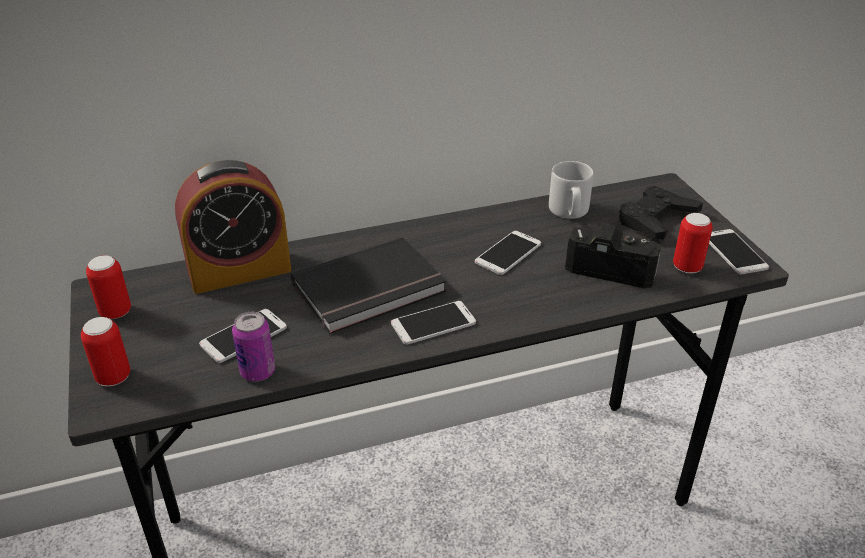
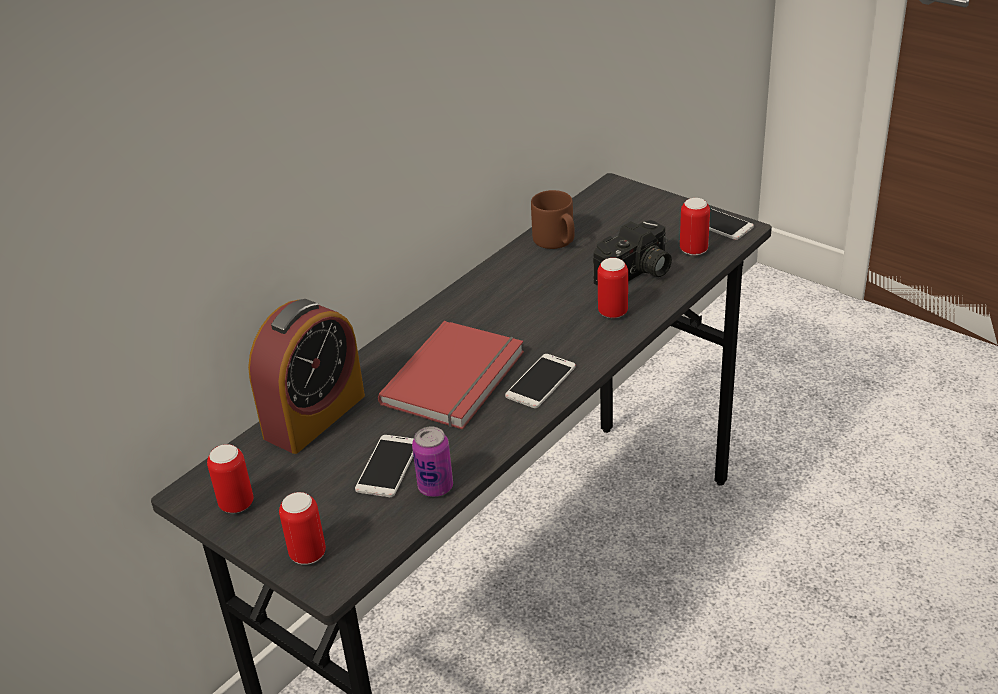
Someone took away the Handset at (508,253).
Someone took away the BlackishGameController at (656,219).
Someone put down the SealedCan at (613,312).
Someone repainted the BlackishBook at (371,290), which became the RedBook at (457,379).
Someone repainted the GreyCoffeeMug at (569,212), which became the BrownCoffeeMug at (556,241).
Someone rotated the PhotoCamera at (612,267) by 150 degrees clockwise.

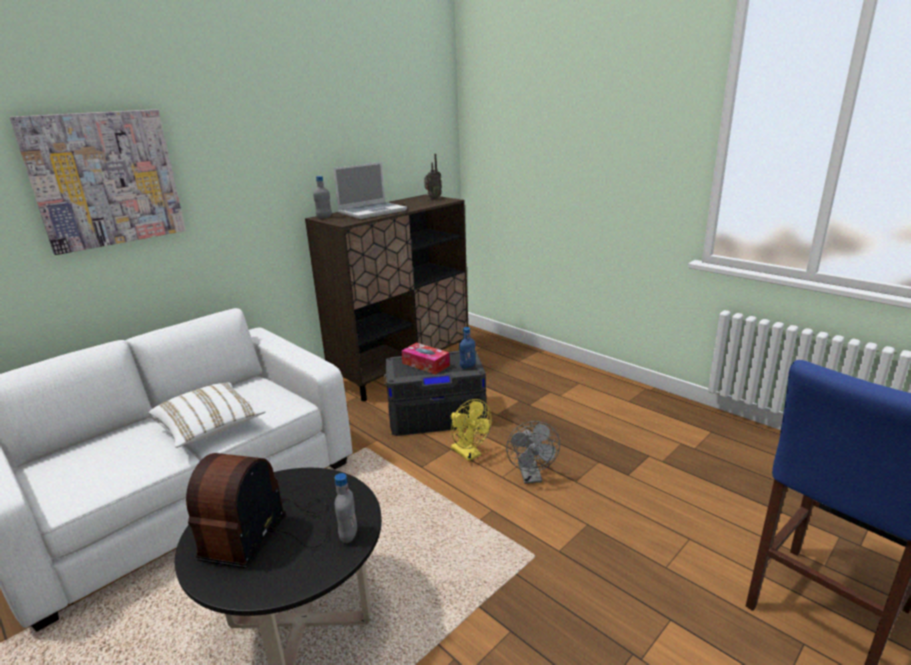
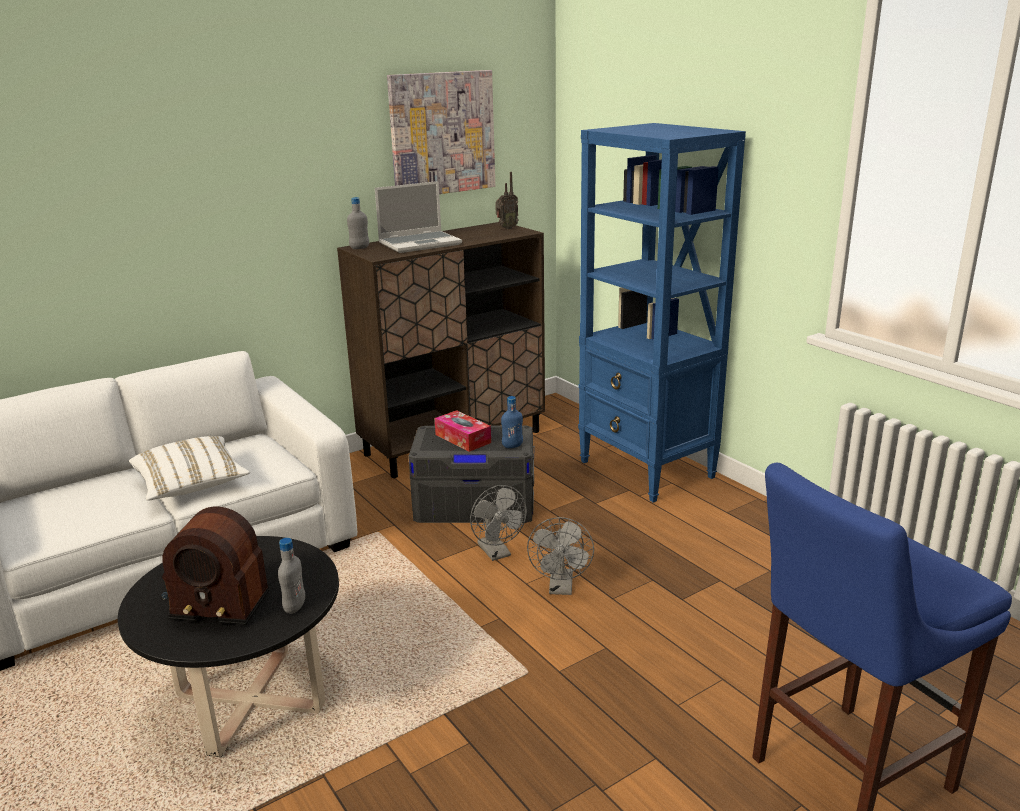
Someone put down the BlueColouredShelvingUnit at (647,470).
Someone carried the WallArt from (106,179) to (442,133).
Someone repainted the YellowishFan at (469,454), which became the GreyFan at (497,553).
Someone rotated the RadioReceiver at (268,531) by 105 degrees counterclockwise.

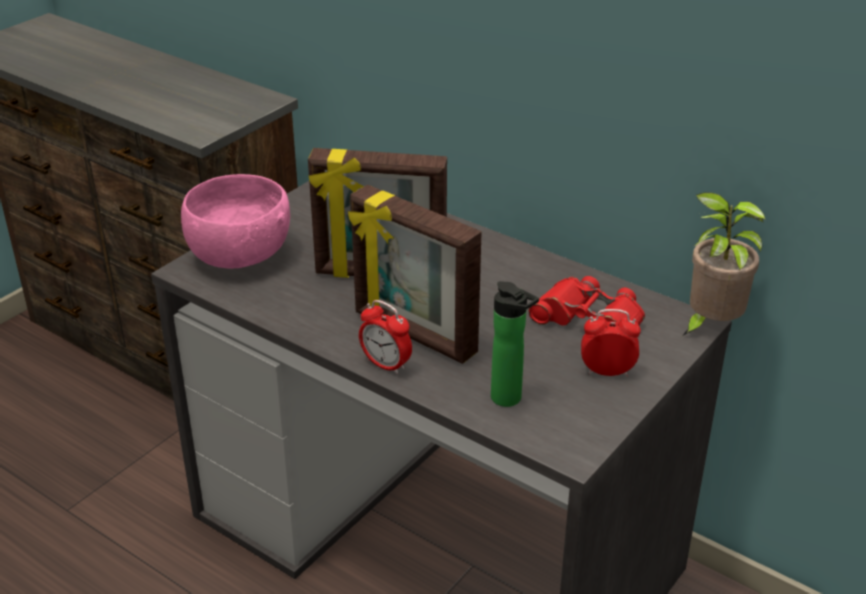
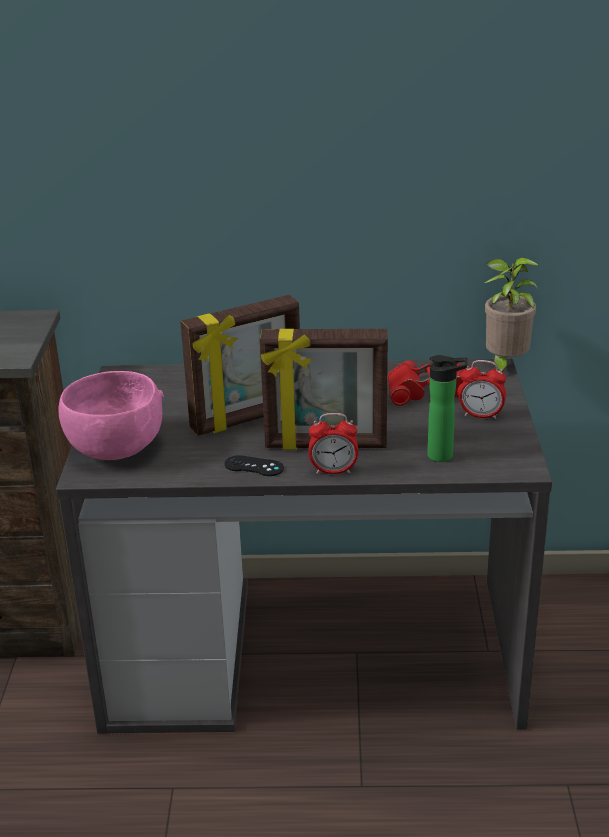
Someone put down the BlackishGameController at (254,466).
Someone rotated the TableClock at (607,372) by 135 degrees counterclockwise.

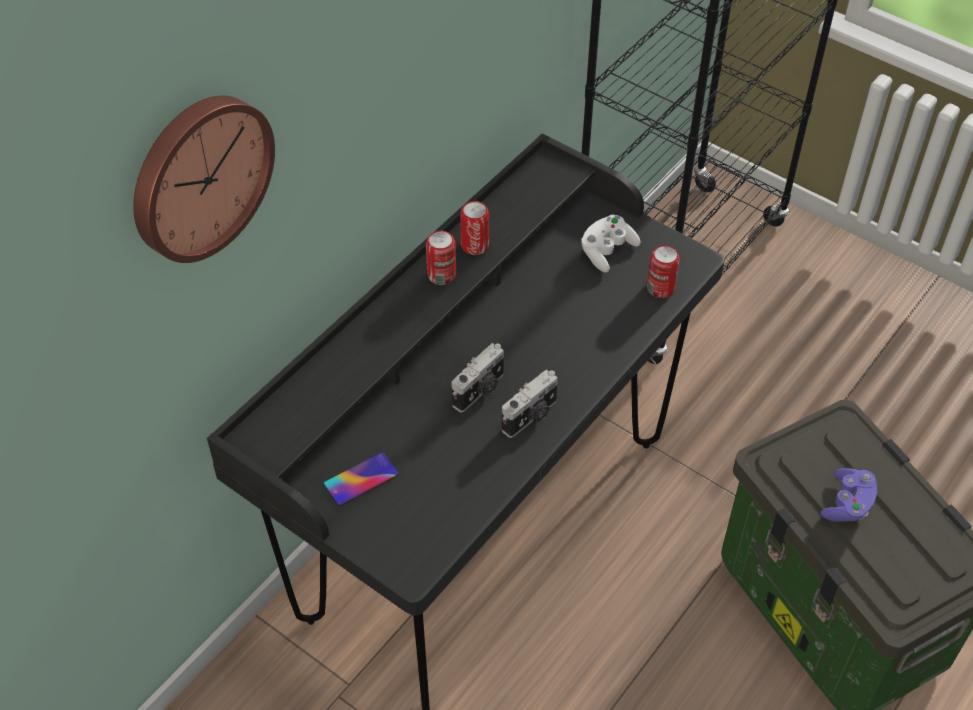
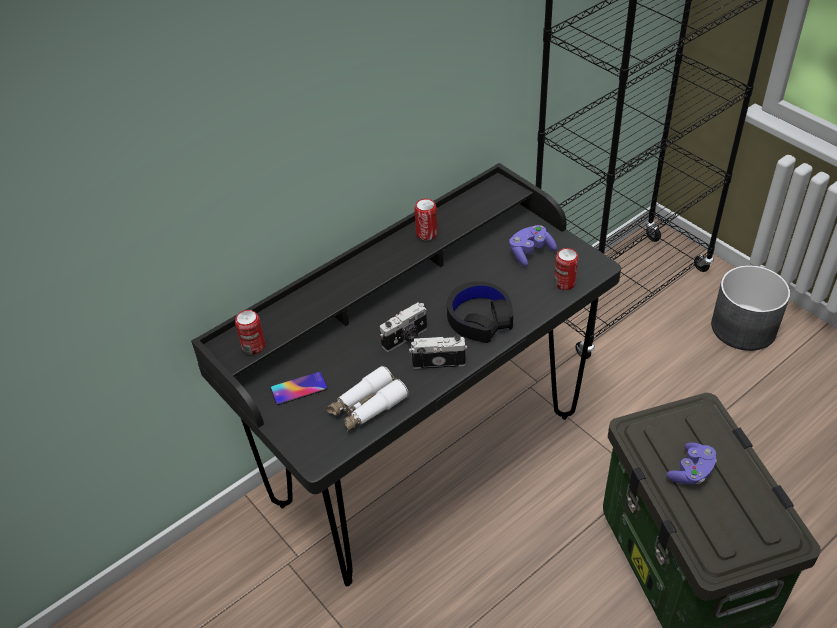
Someone took away the WallClock at (199,176).
Someone put down the WhiteFieldGlasses at (367,406).
Someone put down the BlackishHeadphones at (479,318).
Someone put down the GreyFlowerPot at (744,327).
Someone carried the SealedCan from (441,275) to (253,346).
Someone repainted the WhiteGameController at (607,251), which became the PurpleColouredGameController at (530,252).
Someone rotated the PhotoCamera at (531,416) by 150 degrees counterclockwise.

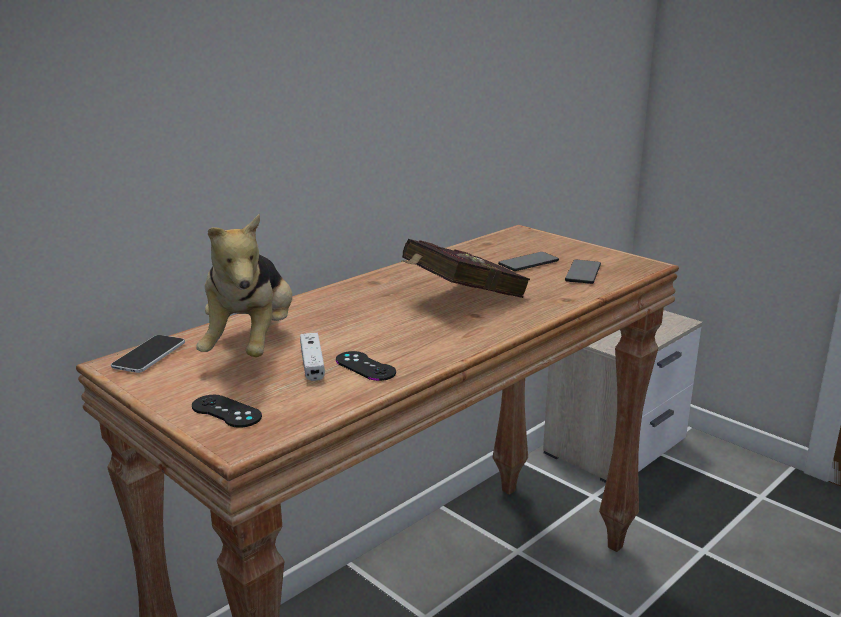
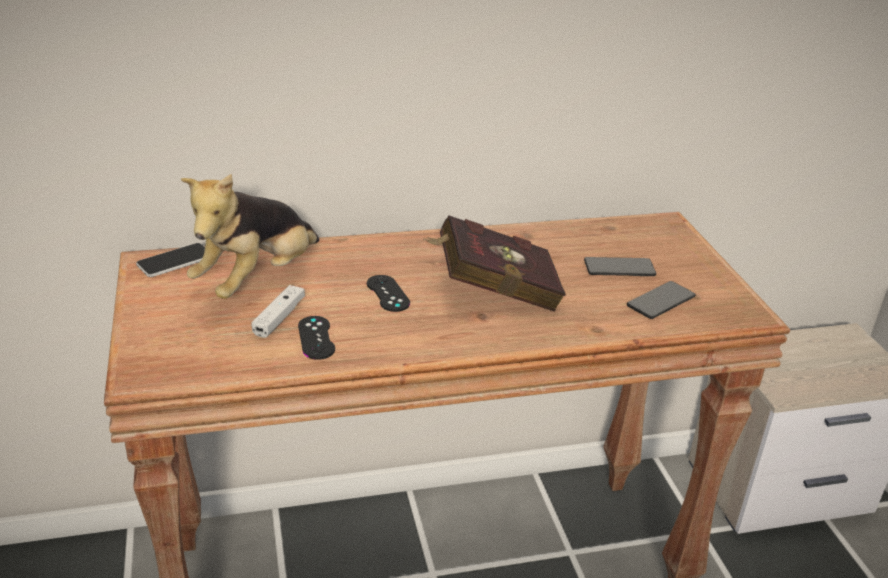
Someone carried the BlackishGameController from (226,411) to (388,293).

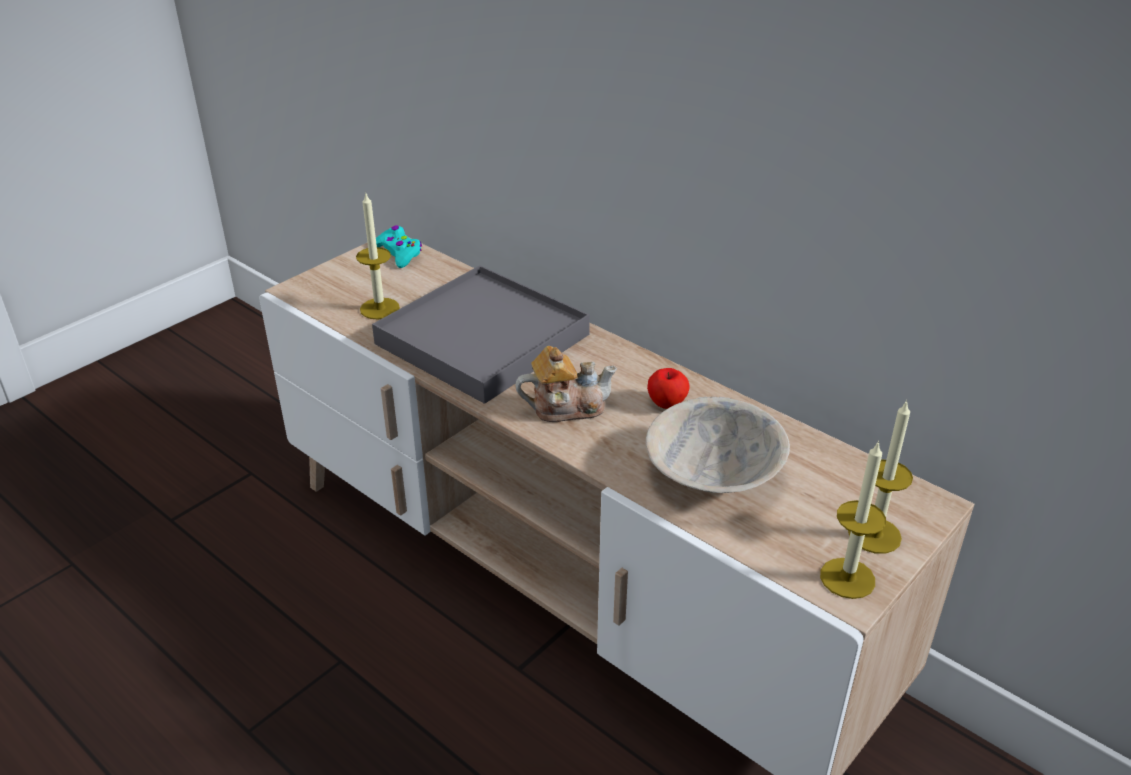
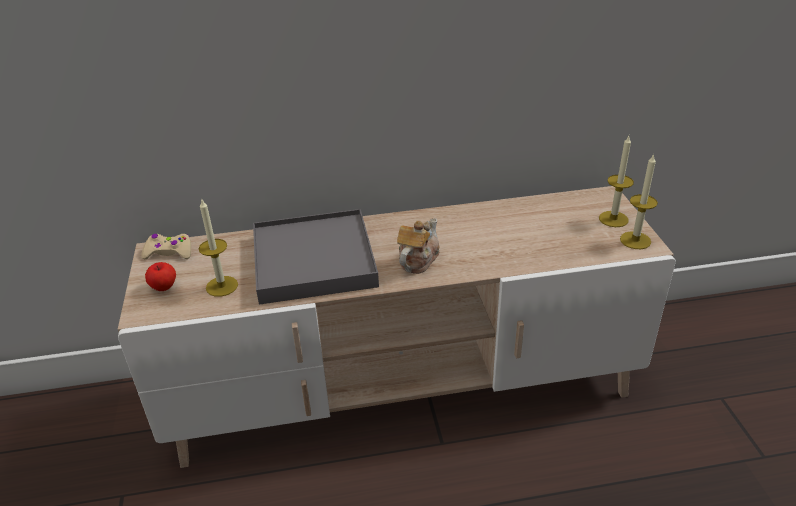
Someone took away the SandColouredDeepDish at (714,473).
Someone carried the AppleFruit from (667,403) to (164,287).
Someone repainted the BlueGreenGameController at (399,253), which became the SandColouredGameController at (169,252).

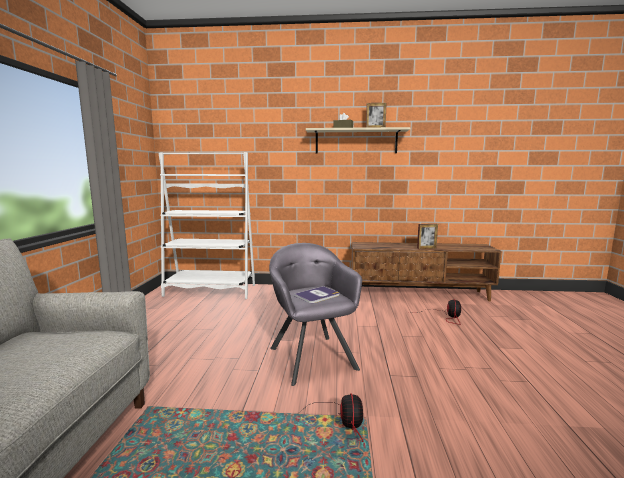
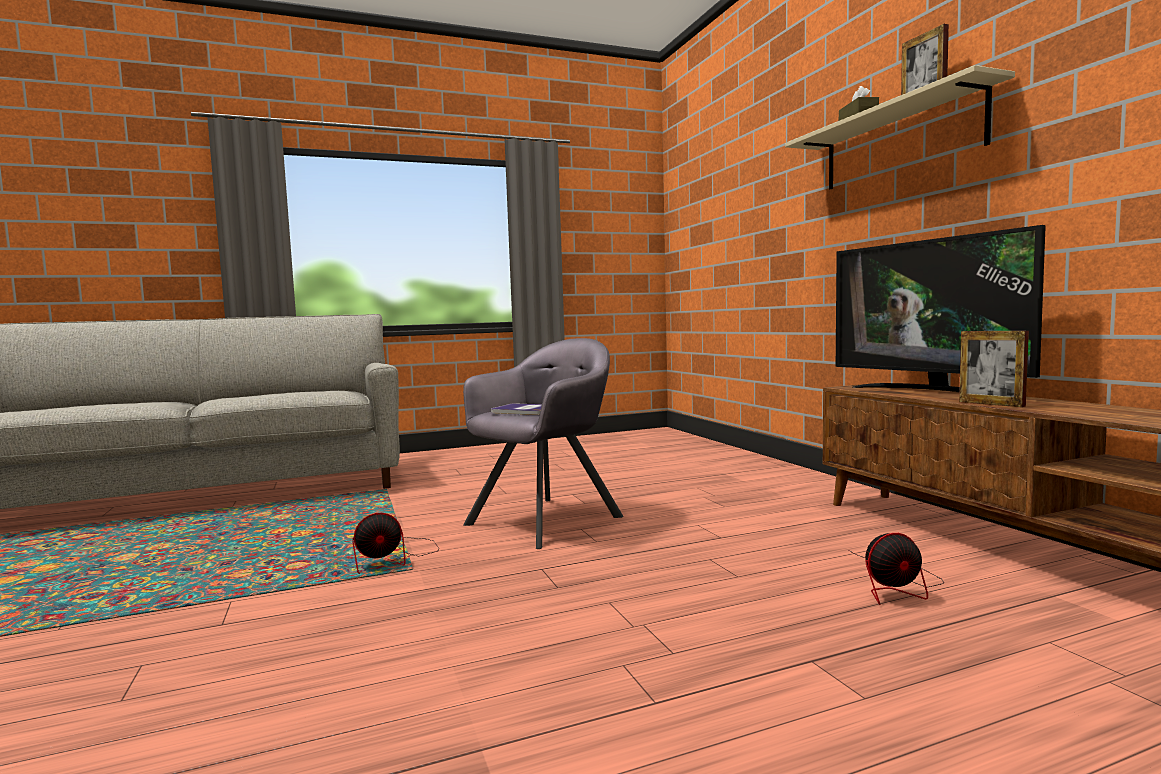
Someone took away the WhiteShelvingUnit at (210,291).
Someone put down the Television at (928,391).

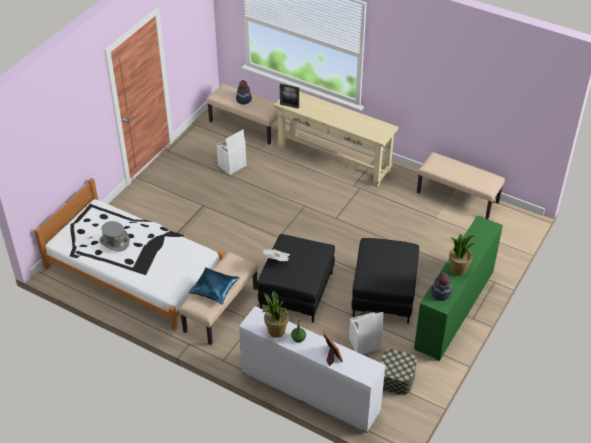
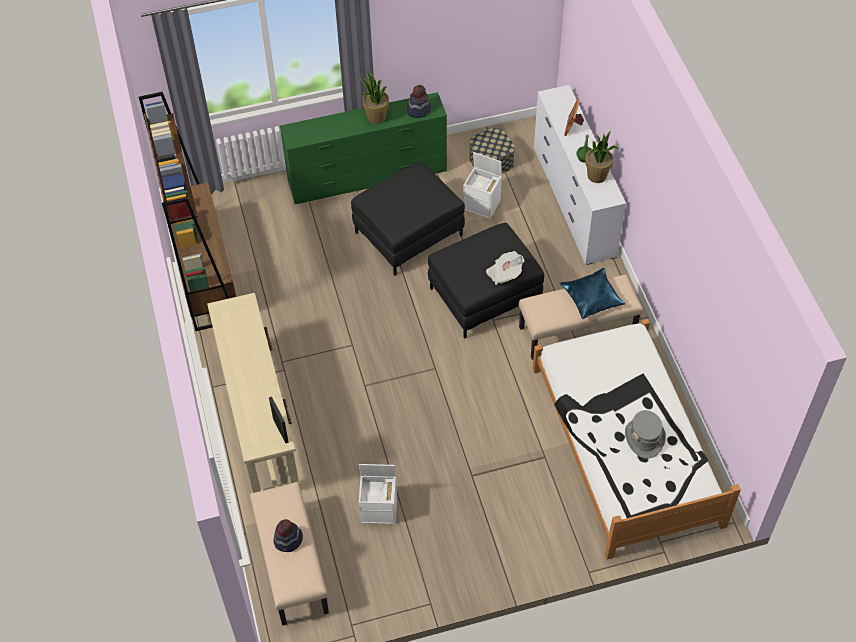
Someone swapped the SandColouredLongSeat at (458,197) for the BrownShelvingUnit at (205,273).

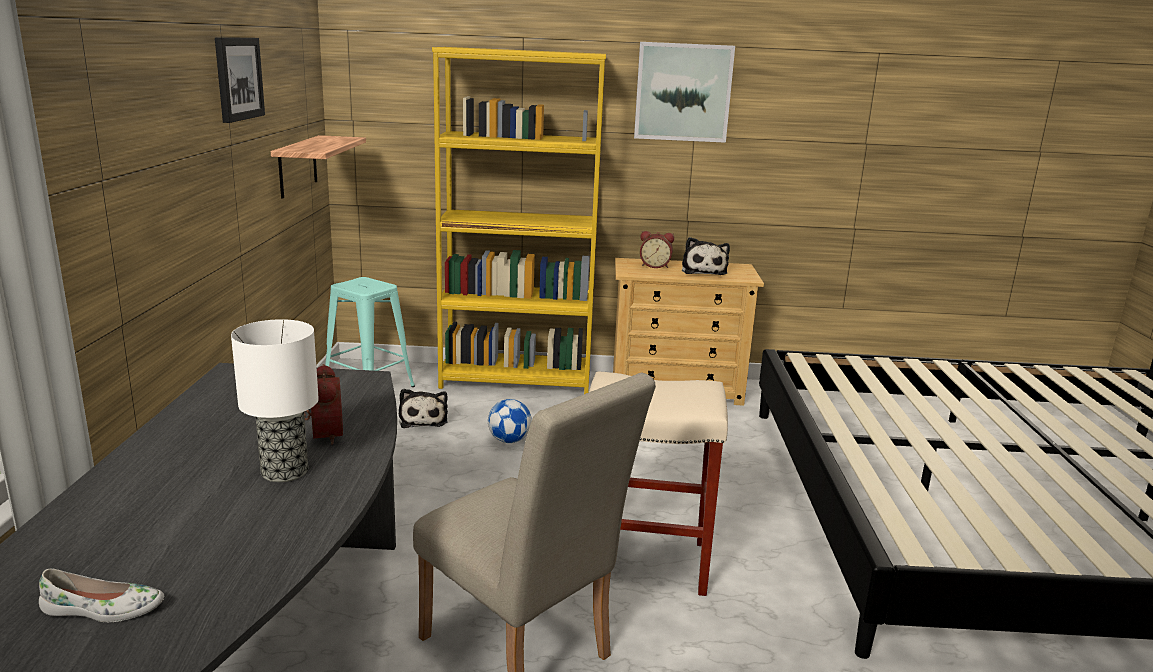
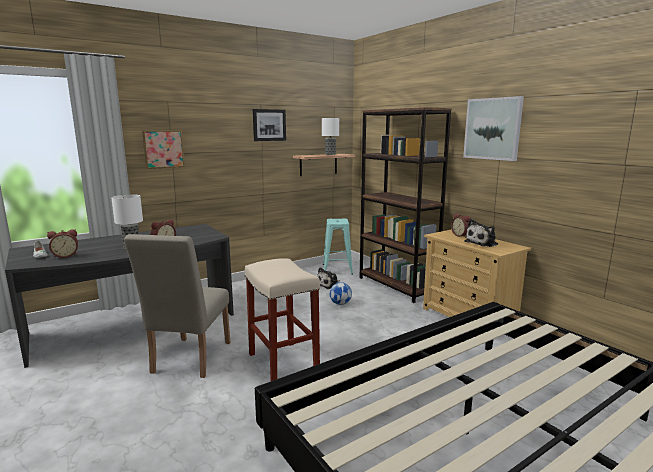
Someone put down the TableClock at (65,255).
Someone put up the WallArt at (163,149).
Someone put down the TableLamp at (330,154).
Someone repainted the YellowishShelvingUnit at (516,380), which became the BrownShelvingUnit at (396,286).

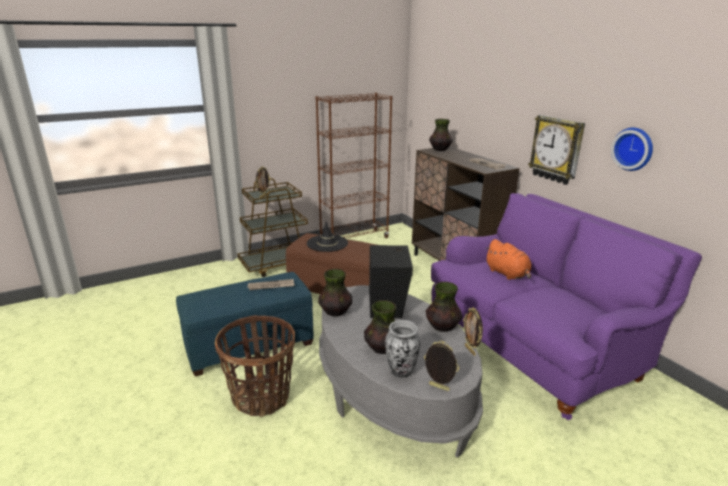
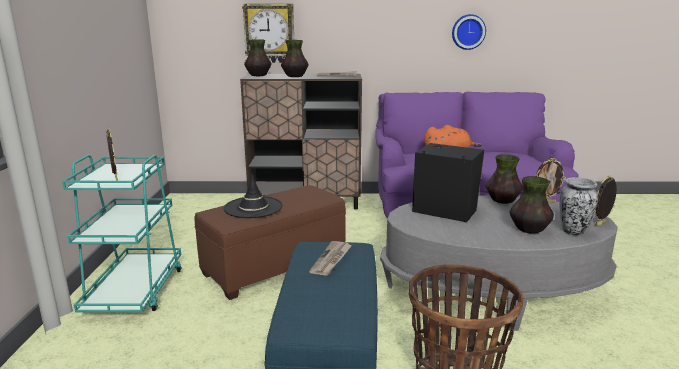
Someone took away the BrownShelvingUnit at (354,239).
Someone carried the FlowerVase from (335,312) to (295,76).
Someone carried the WallClock from (556,149) to (269,33).
Someone repainted the BrownCart at (277,264), which became the BlueGreenCart at (136,291).

